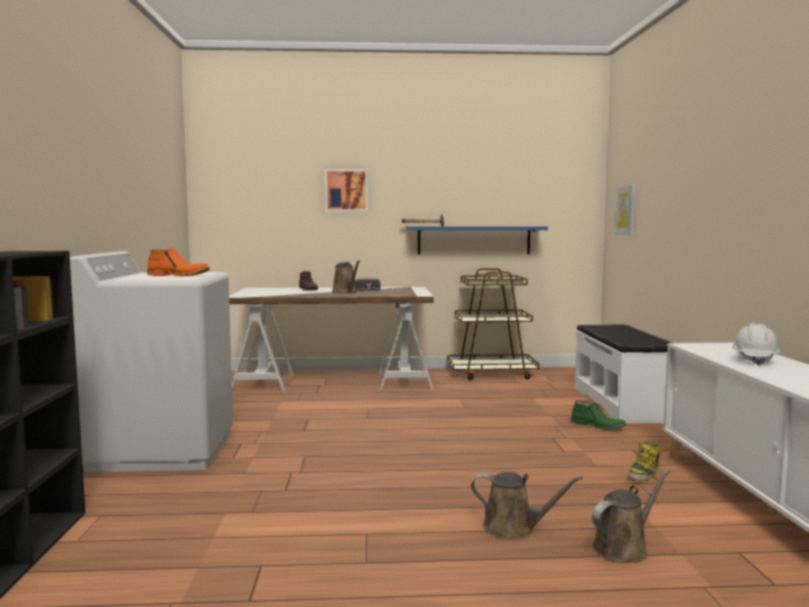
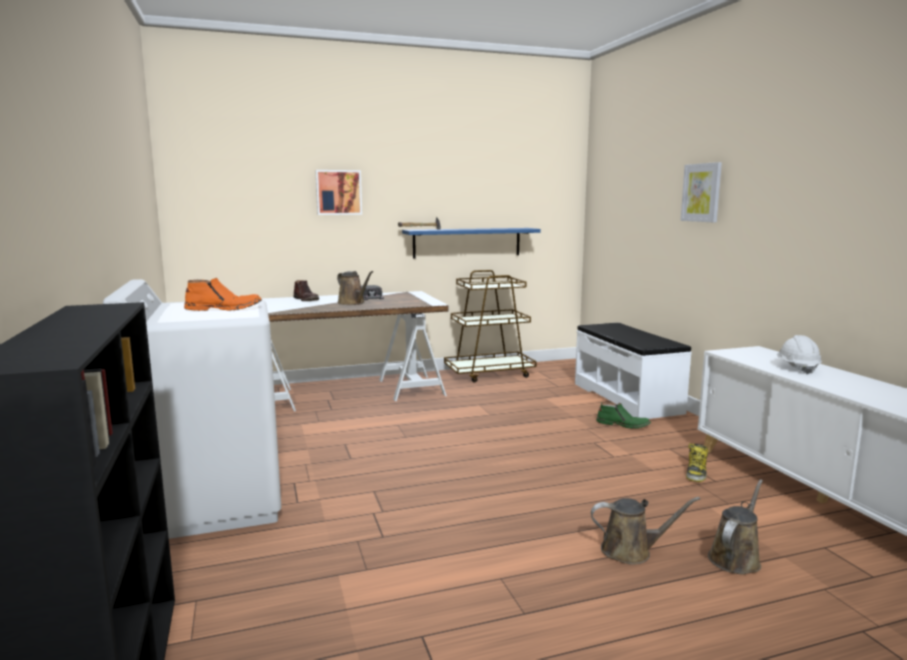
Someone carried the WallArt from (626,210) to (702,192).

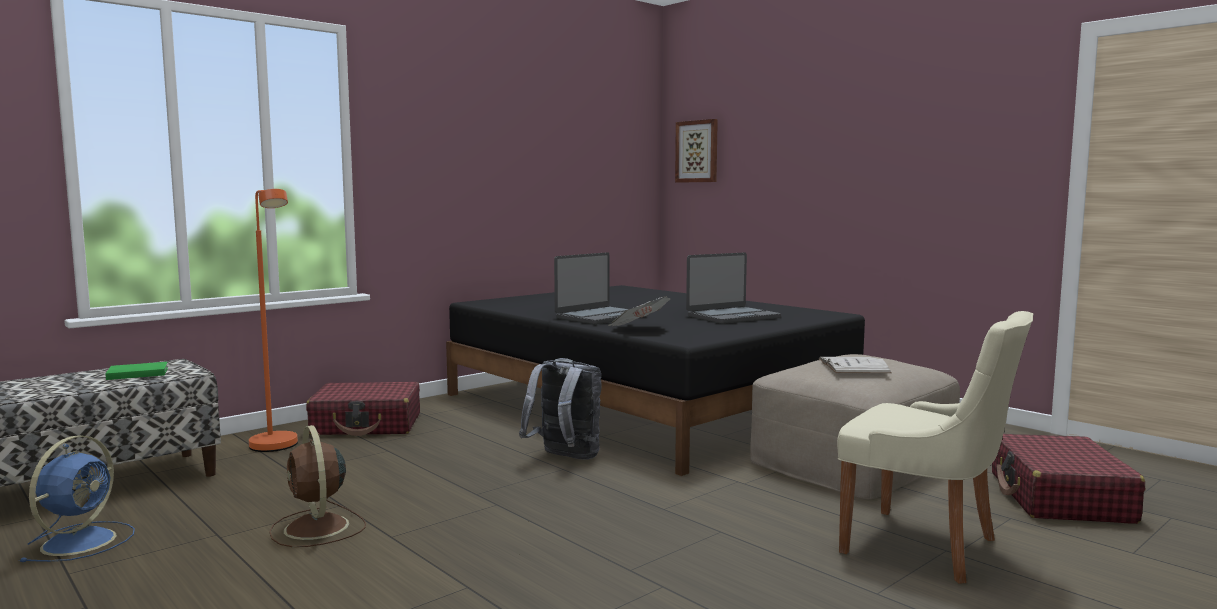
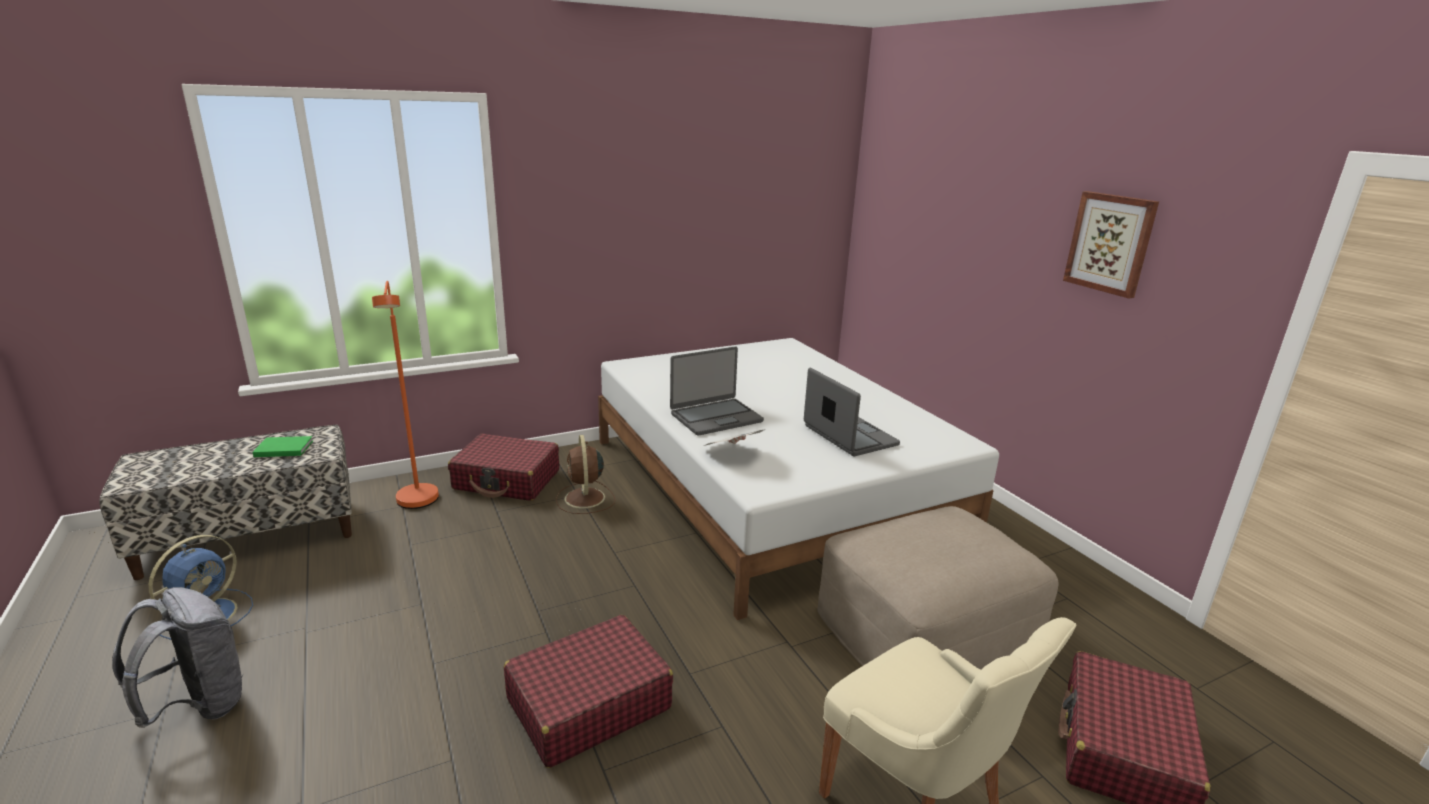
Someone took away the WhiteBook at (853,366).
Someone put down the RedTravelCase at (588,704).
Someone carried the BrownFan from (317,528) to (585,499).
Someone carried the GreyKnapsack from (565,458) to (198,706).
Someone carried the WallArt from (697,151) to (1110,243).
Someone repainted the BlackishBed at (645,404), which became the WhiteBed at (770,487).
Someone rotated the NotebookComputer at (732,317) by 105 degrees counterclockwise.

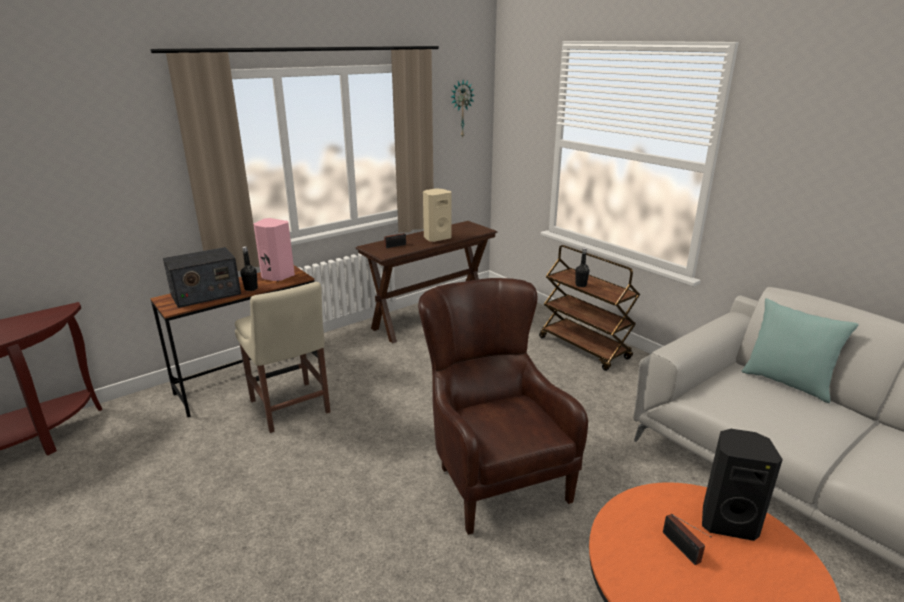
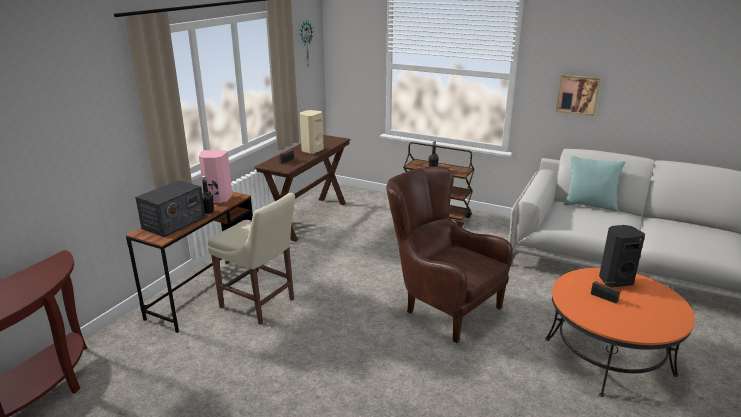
Someone put up the WallArt at (578,94).

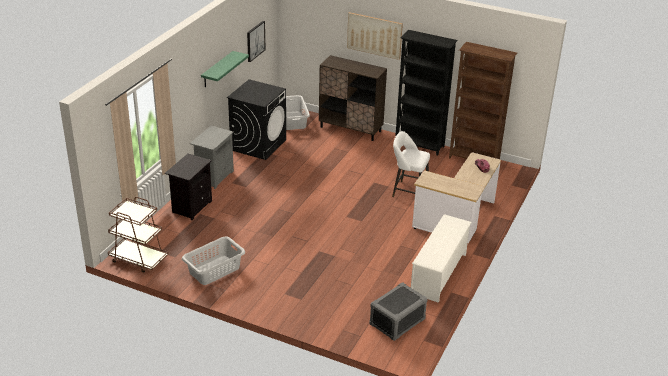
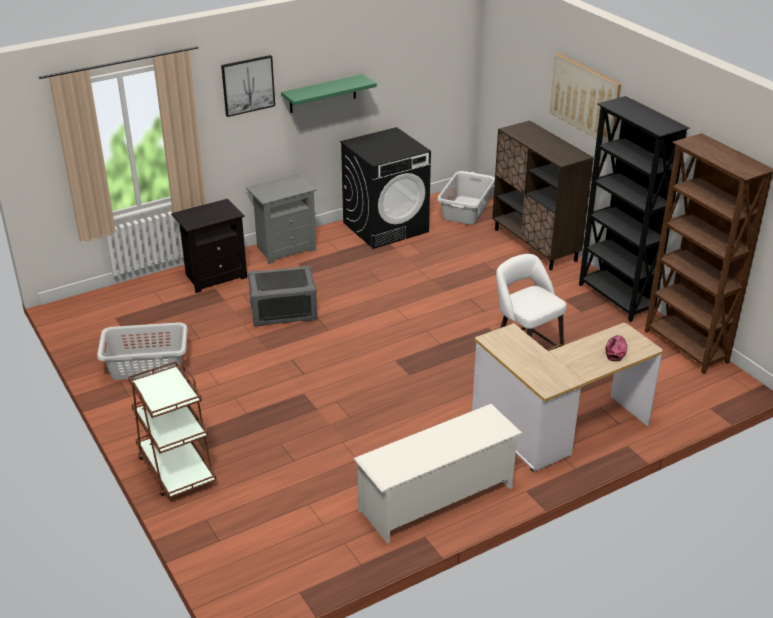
Someone carried the BrownCart from (138,259) to (176,469).
Someone carried the WallArt from (255,41) to (248,85).
Someone carried the GreyStorageBox from (397,322) to (283,311).

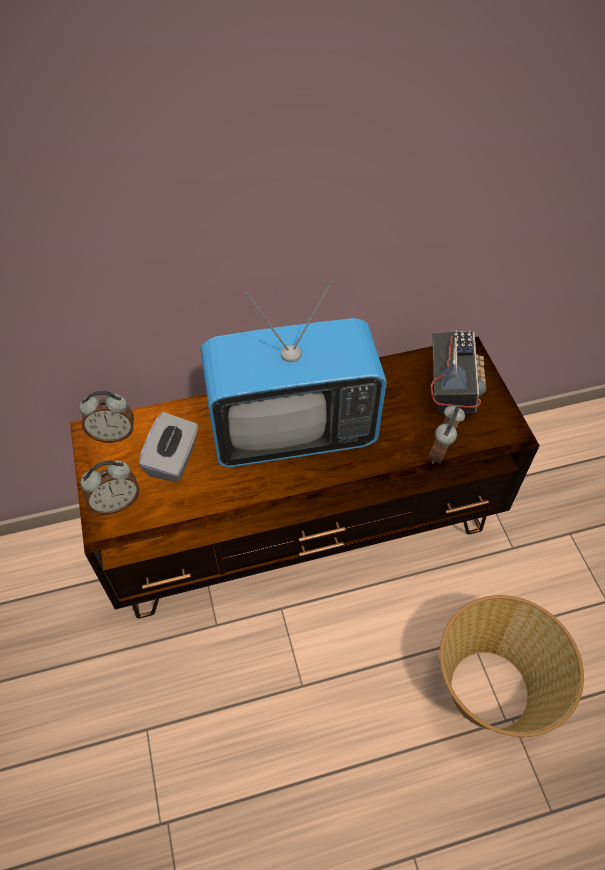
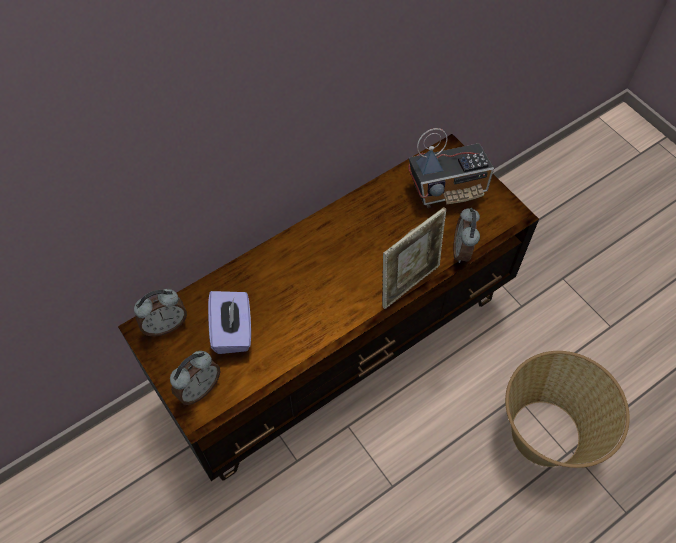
Someone took away the Television at (293,431).
Someone put down the PhotoFrame at (409,283).
Someone repainted the GreyTissueHolder at (173,460), which became the PurpleColouredTissueHolder at (233,331).
Someone rotated the RadioReceiver at (451,389) by 90 degrees clockwise.

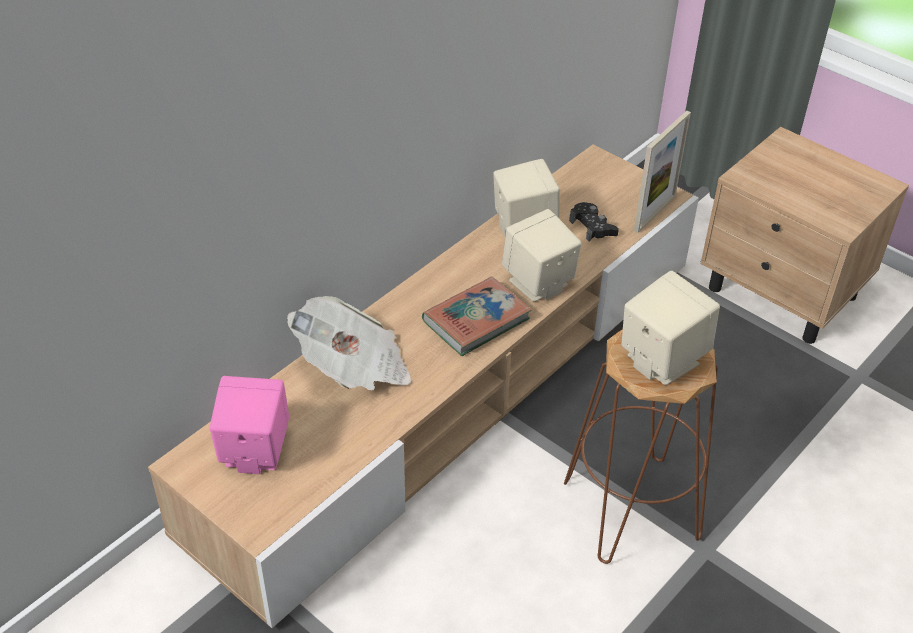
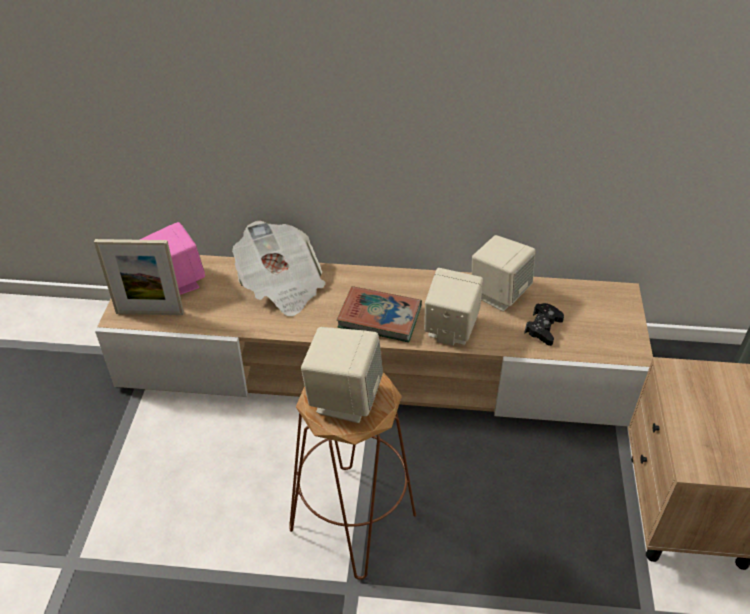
Someone carried the PhotoFrame from (654,213) to (150,313).

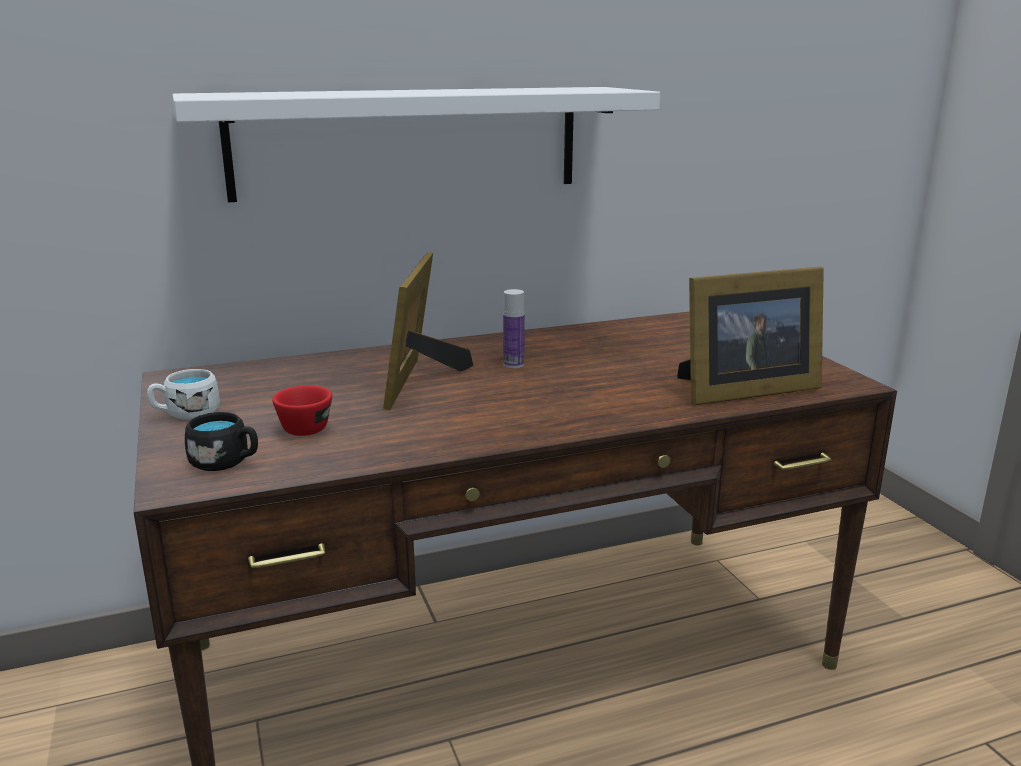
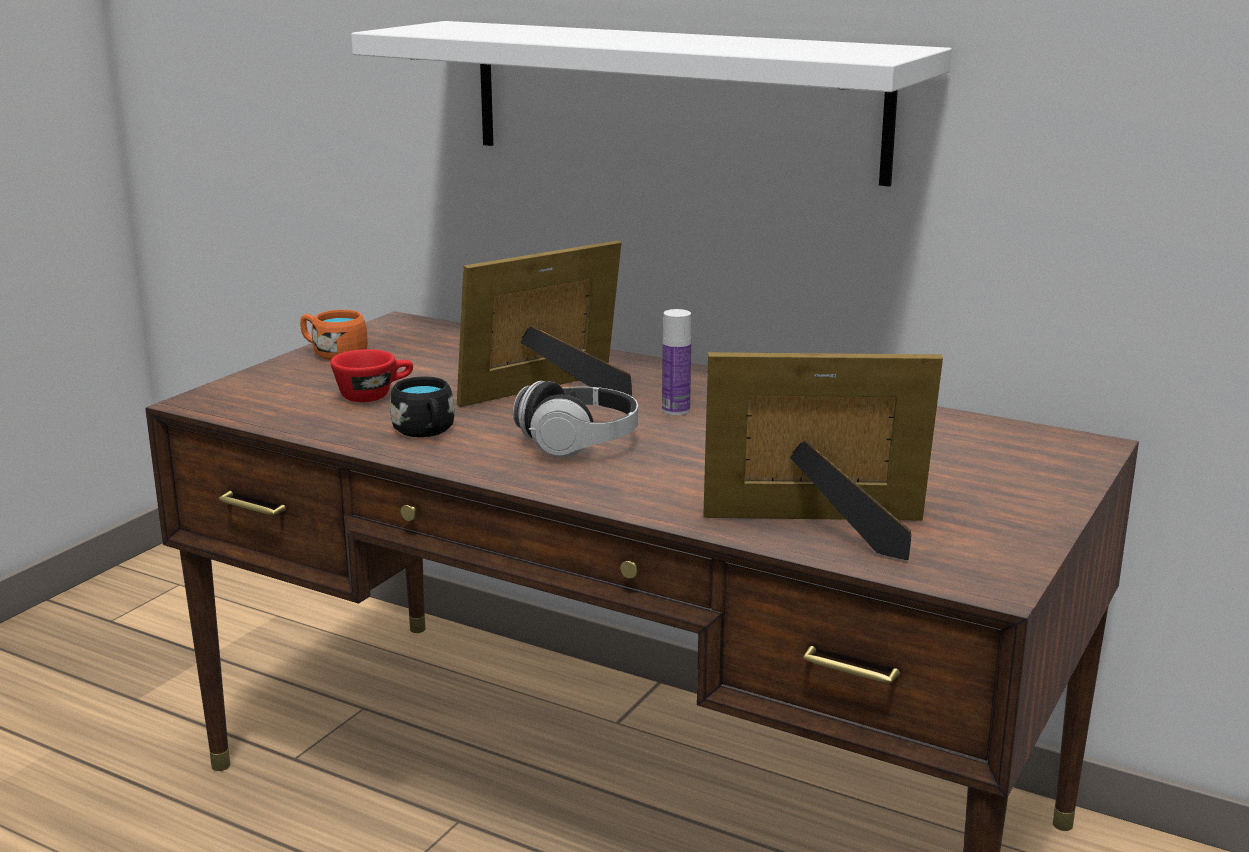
Someone put down the Headphones at (578,443).
Someone carried the BlackishCoffeeMug from (226,462) to (425,432).
Someone repainted the WhiteCoffeeMug at (186,413), which became the OrangeCoffeeMug at (334,353).
Someone rotated the PhotoFrame at (742,390) by 150 degrees clockwise.

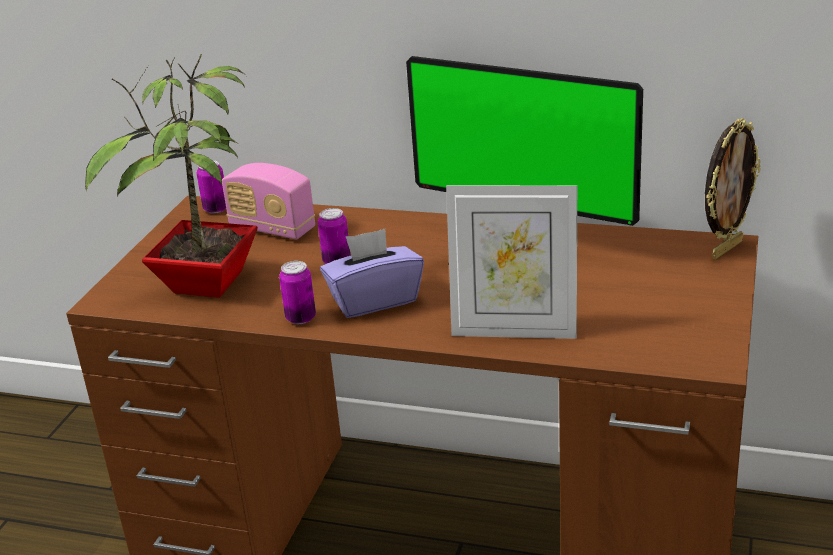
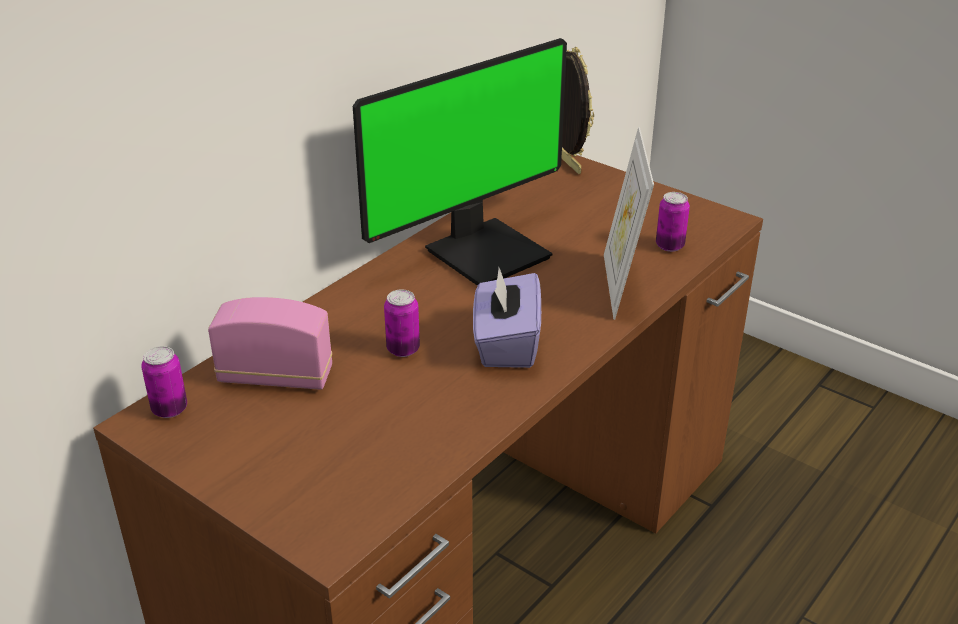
Someone took away the PottedPlant at (206,286).
Someone carried the SealedCan from (301,318) to (669,246).
Someone rotated the RadioReceiver at (272,228) by 135 degrees counterclockwise.
Someone rotated the PhotoFrame at (514,330) by 150 degrees clockwise.

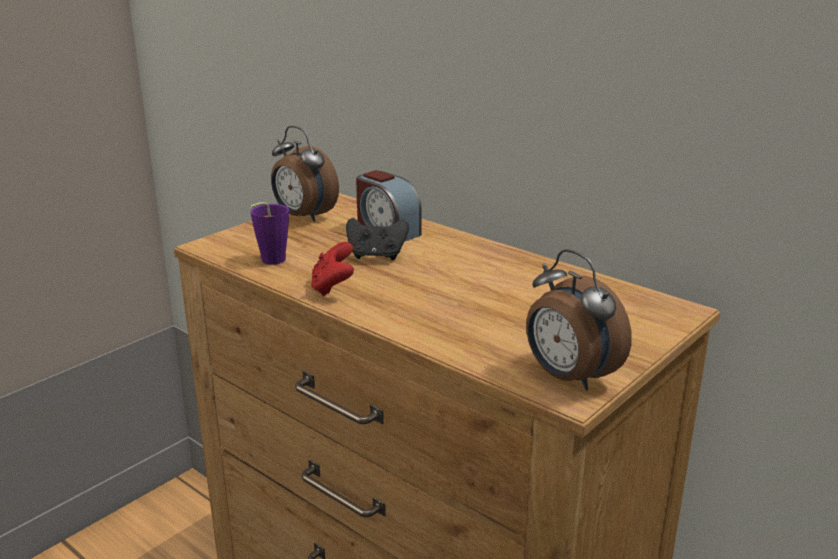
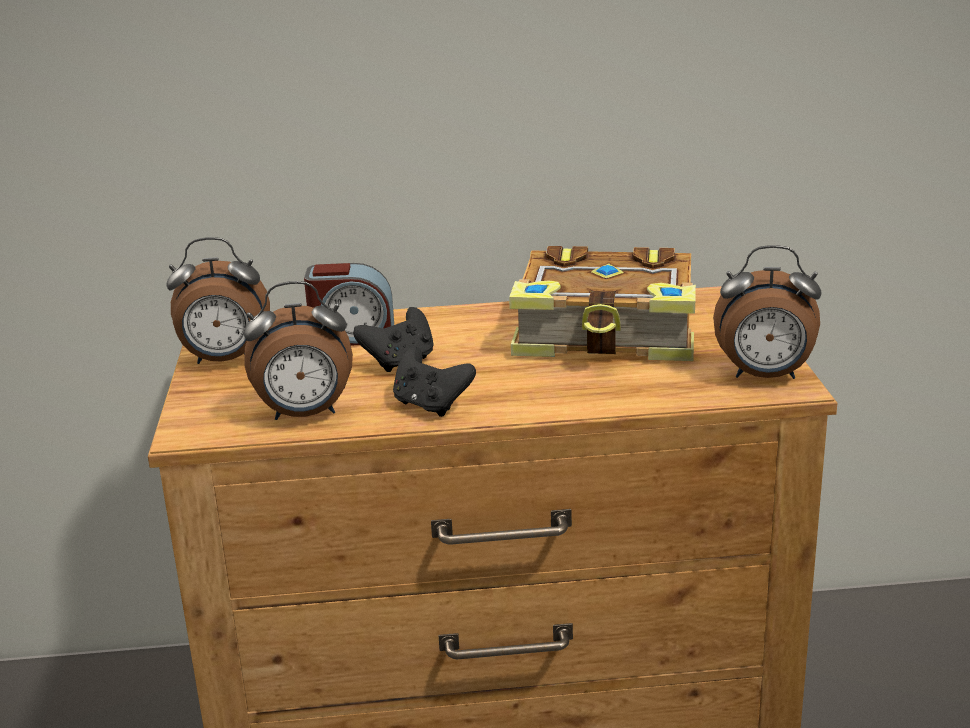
Someone put down the Book at (608,333).
Someone swapped the PurpleColouredDrinkingCup at (269,261) for the TableClock at (305,415).
Someone repainted the RedGameController at (333,287), which became the BlackishGameController at (431,405).

